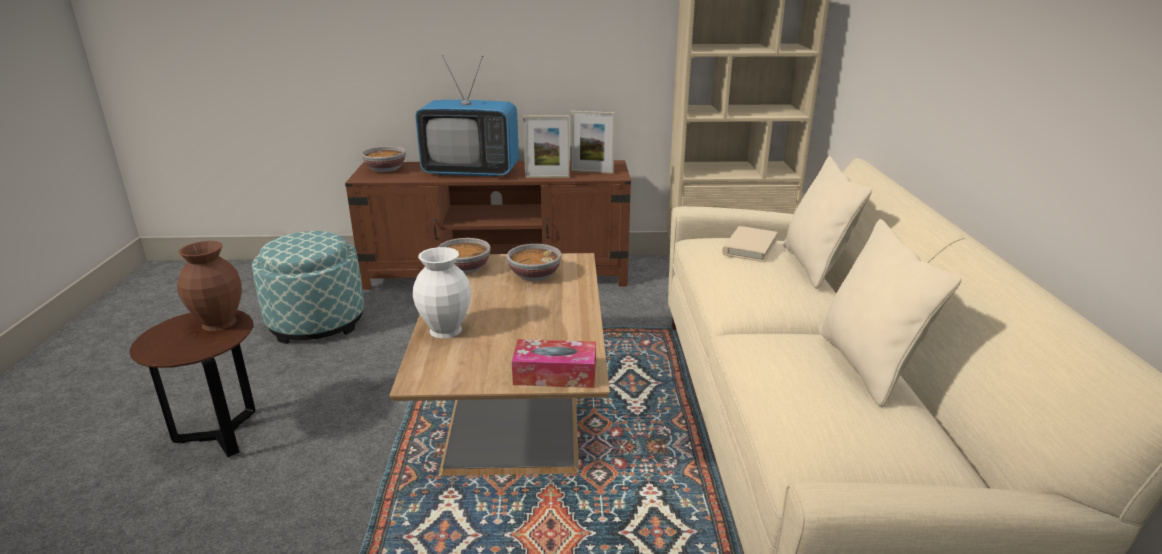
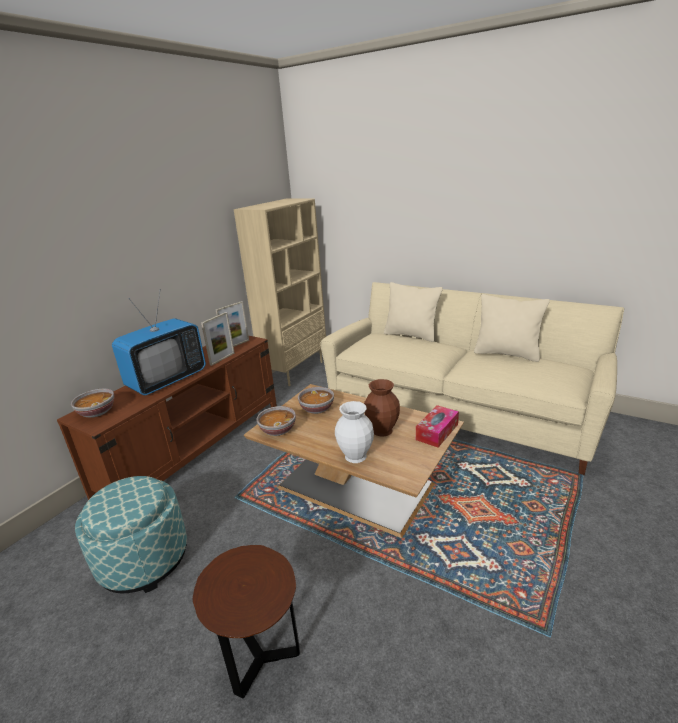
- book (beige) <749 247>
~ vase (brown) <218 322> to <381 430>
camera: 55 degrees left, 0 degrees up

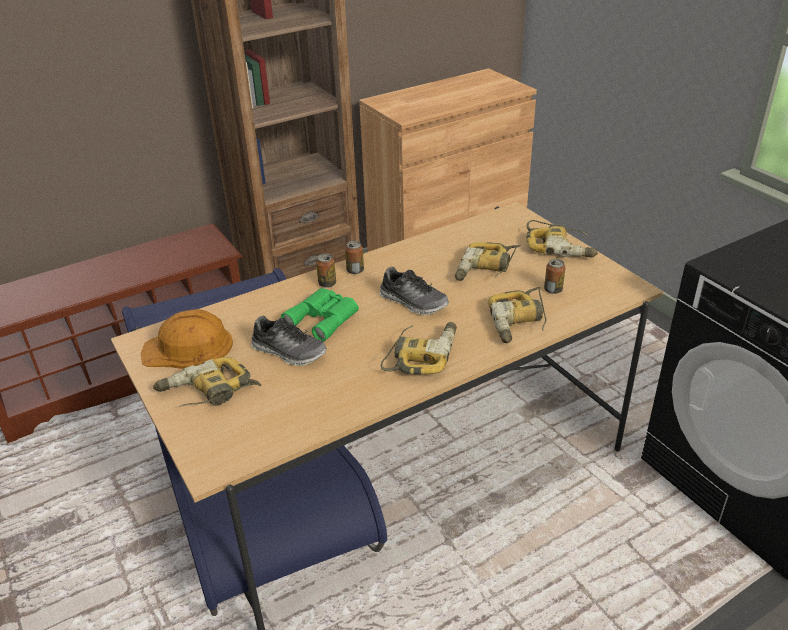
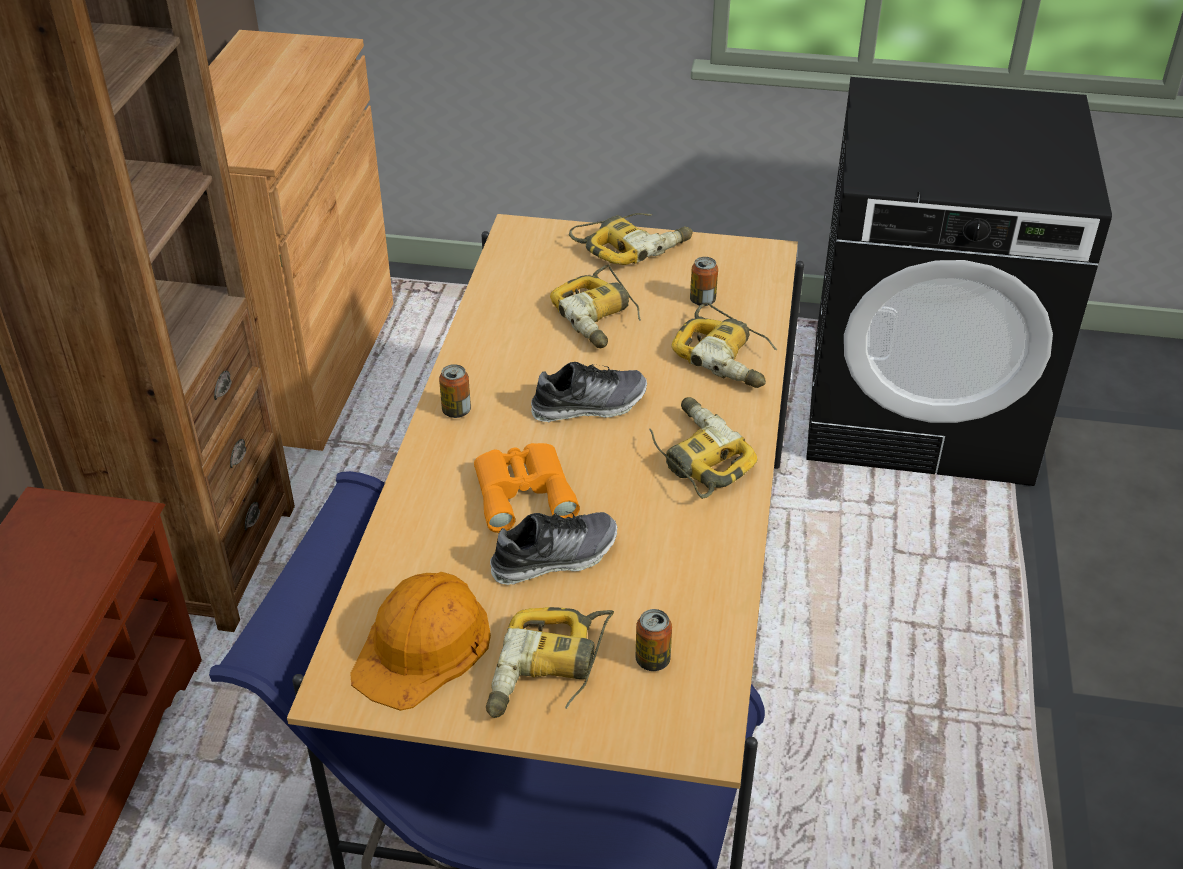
~ can <327 284> to <652 660>
~ binoculars (green) <324 318> to binoculars (orange) <523 491>
camera: 50 degrees left, 5 degrees up

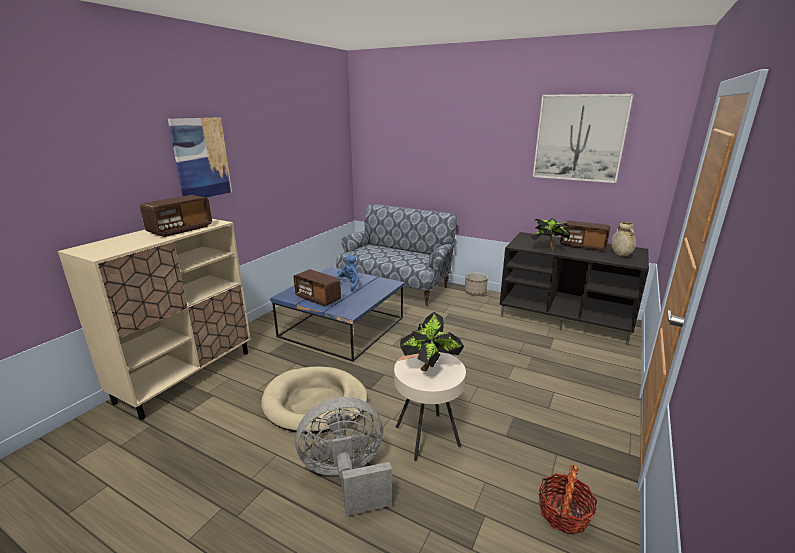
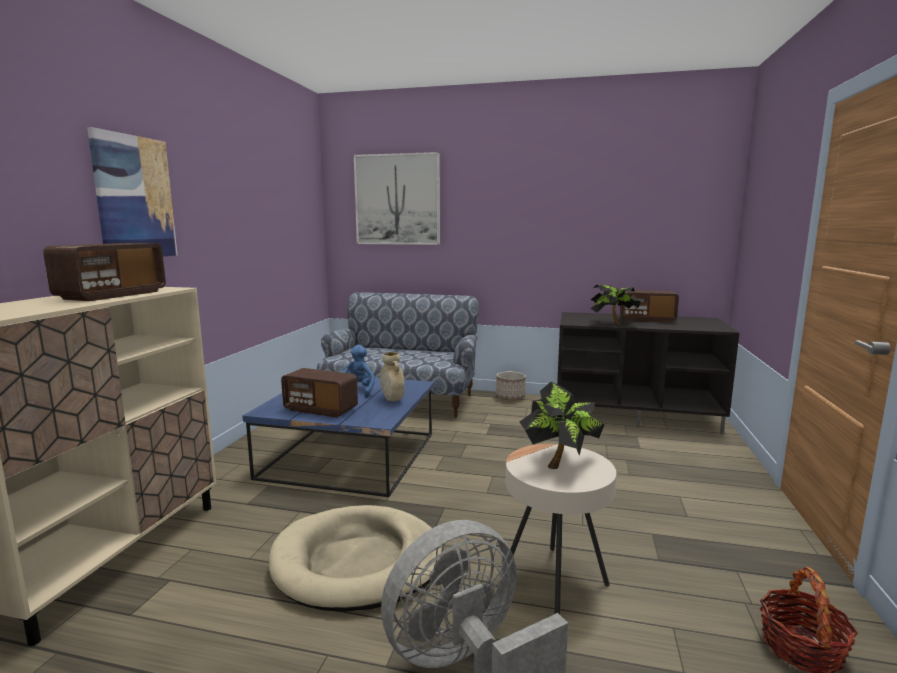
~ picture <579 138> to <397 199>
~ vase (beige) <620 255> to <392 400>
camera: 15 degrees left, 10 degrees down

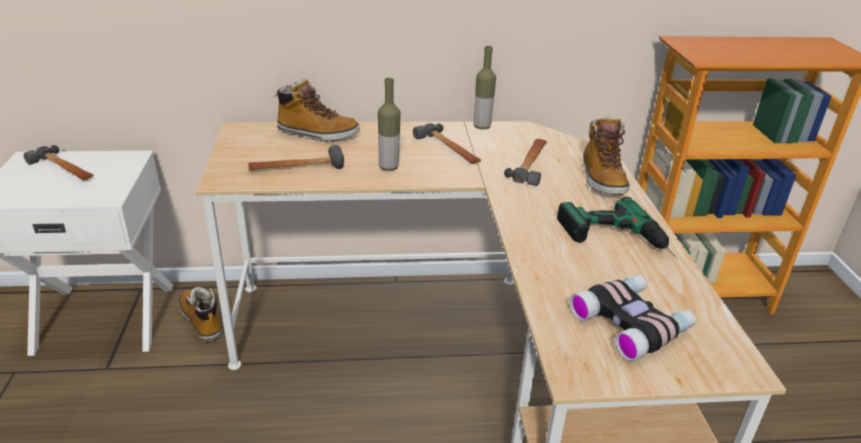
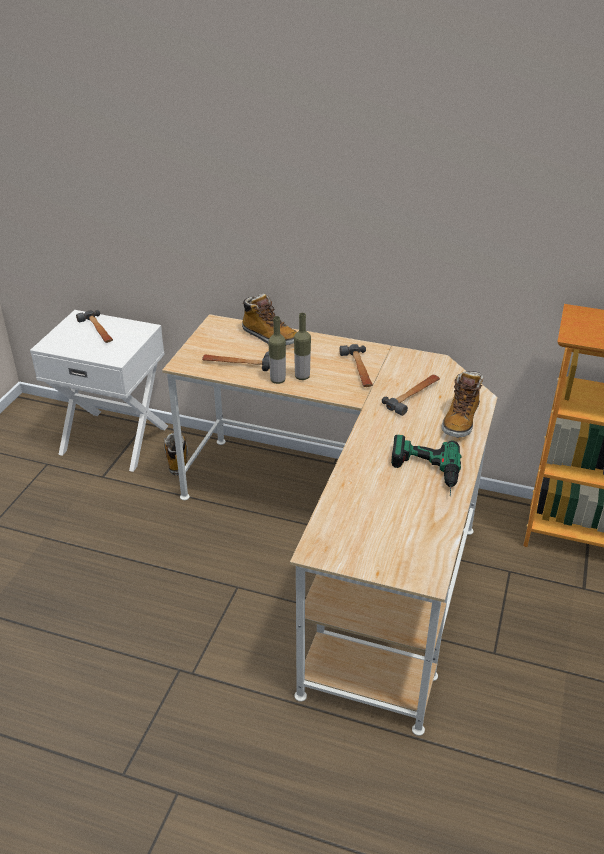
~ bottle <482 127> to <277 380>
- binoculars <632 323>
camera: 25 degrees right, 5 degrees up

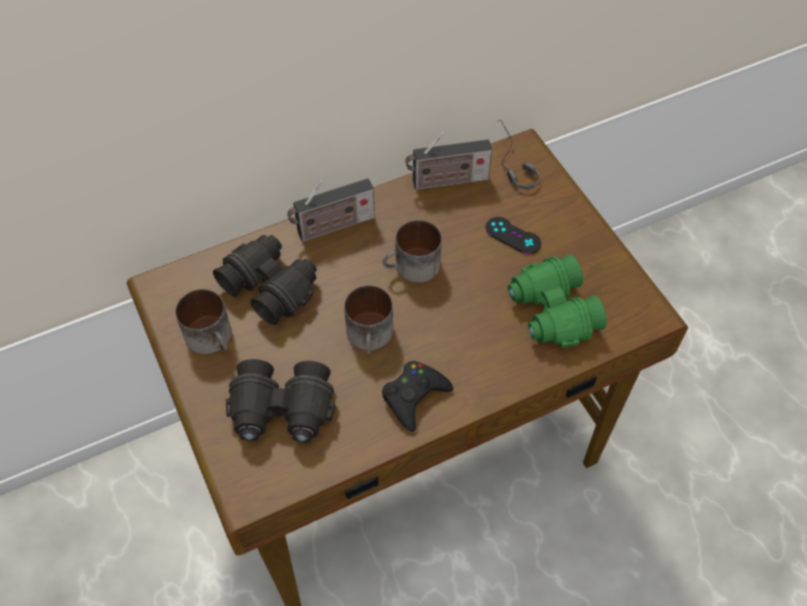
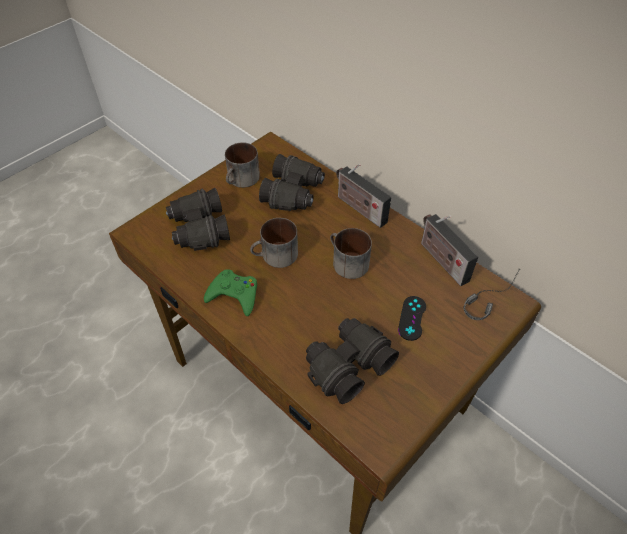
~ binoculars (green) <551 312> to binoculars (black) <347 365>
~ game controller (black) <414 397> to game controller (green) <234 295>
camera: 70 degrees right, 5 degrees down

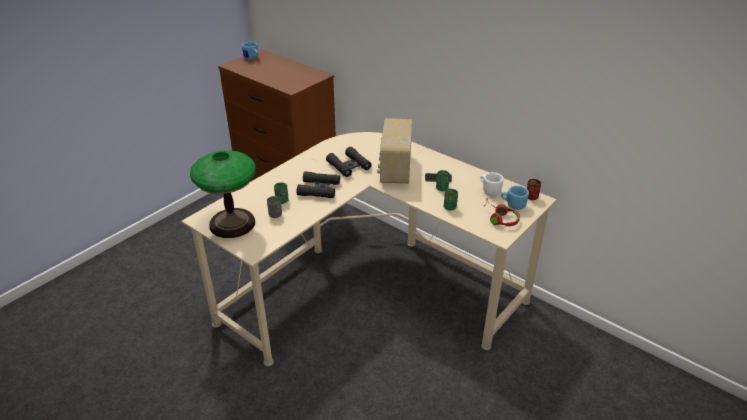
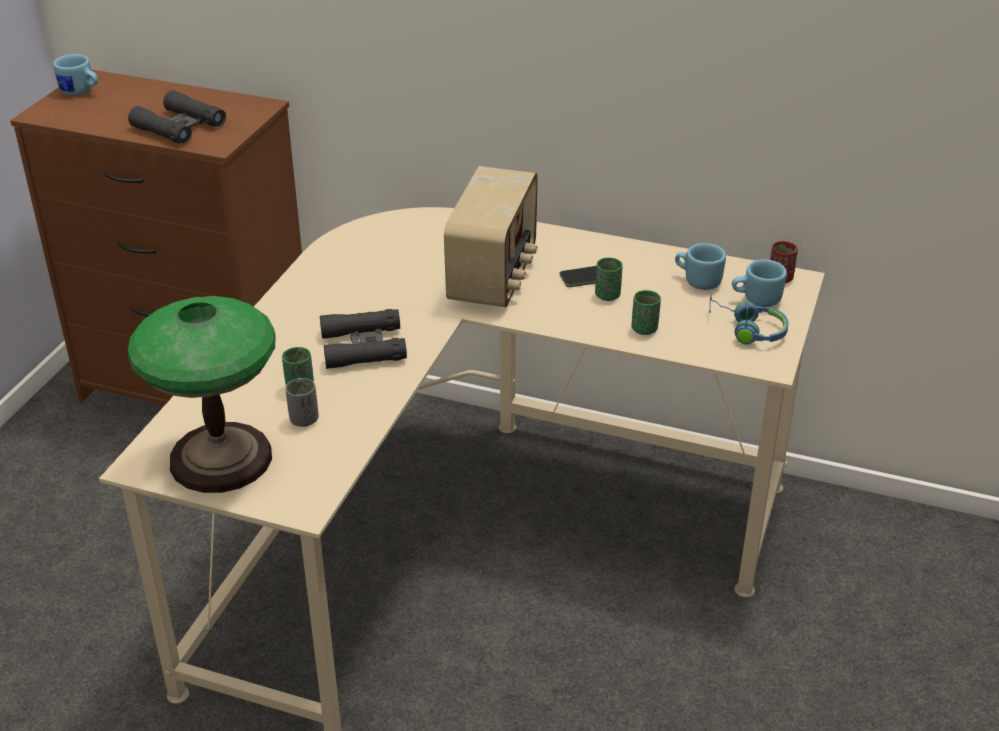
~ radio <394 170> = <494 277> 150 degrees counterclockwise
~ binoculars (black) <348 166> to <179 127>
~ mug (white) <489 190> to mug (blue) <697 281>
~ headphones (red) <499 218> to headphones (blue) <747 330>
camera: 20 degrees left, 0 degrees up

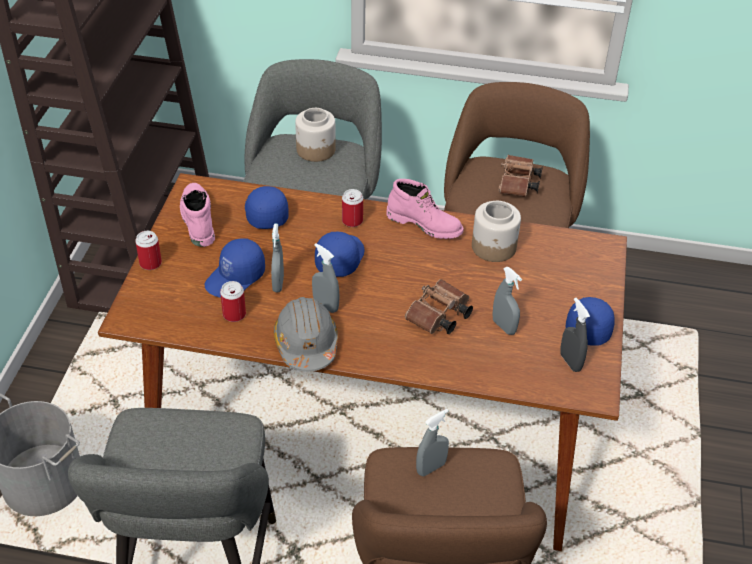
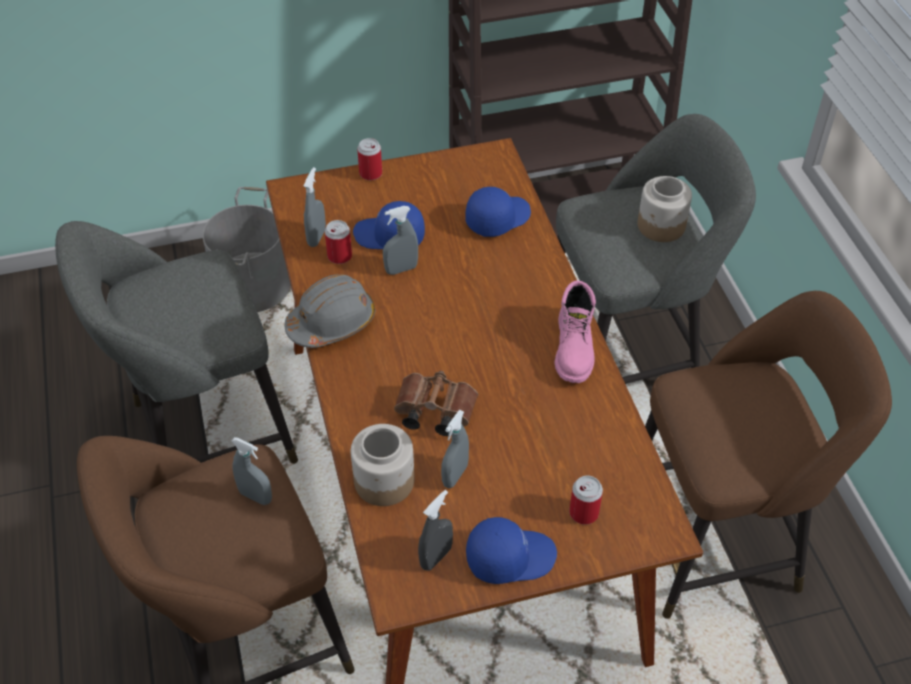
- binoculars (brown) <518 185>
- boot (pink) <197 220>
~ can <352 221> to <583 513>
~ jar <494 247> to <383 482>
- cap (blue) <339 258>
~ spray bottle (grey) <325 305> to <316 237>
camera: 65 degrees right, 5 degrees up

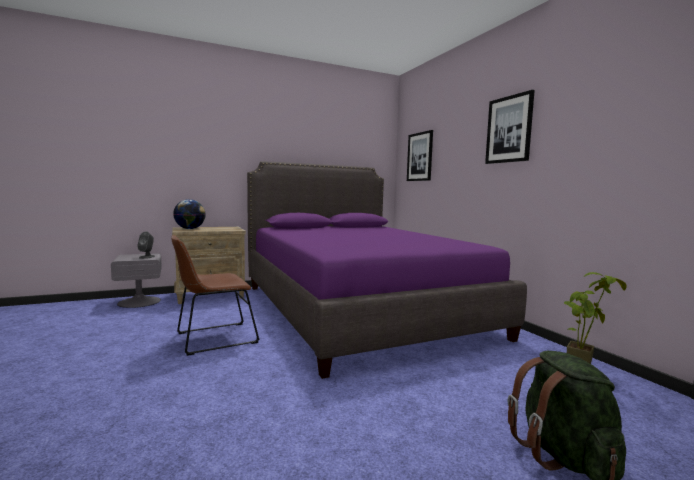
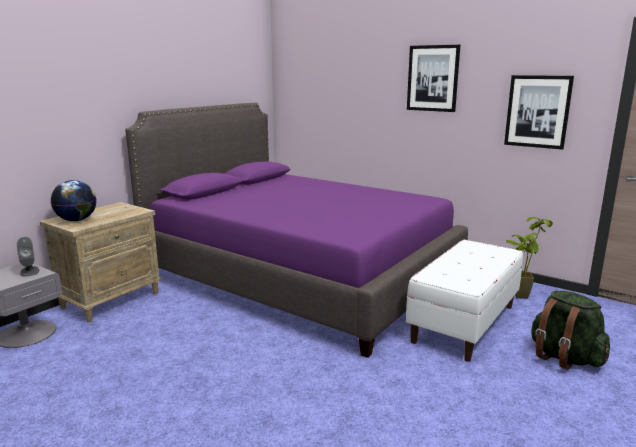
~ picture <420 157> to <537 111>
- chair (brown) <213 338>
+ bench (white) <464 323>
camera: 30 degrees left, 10 degrees up

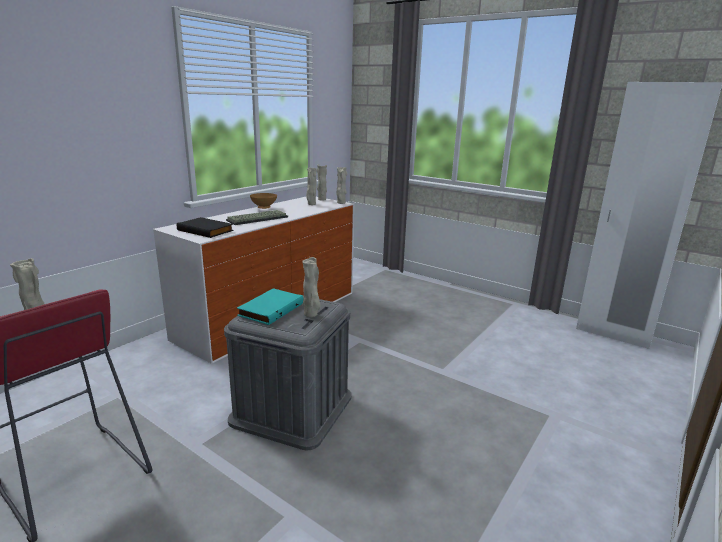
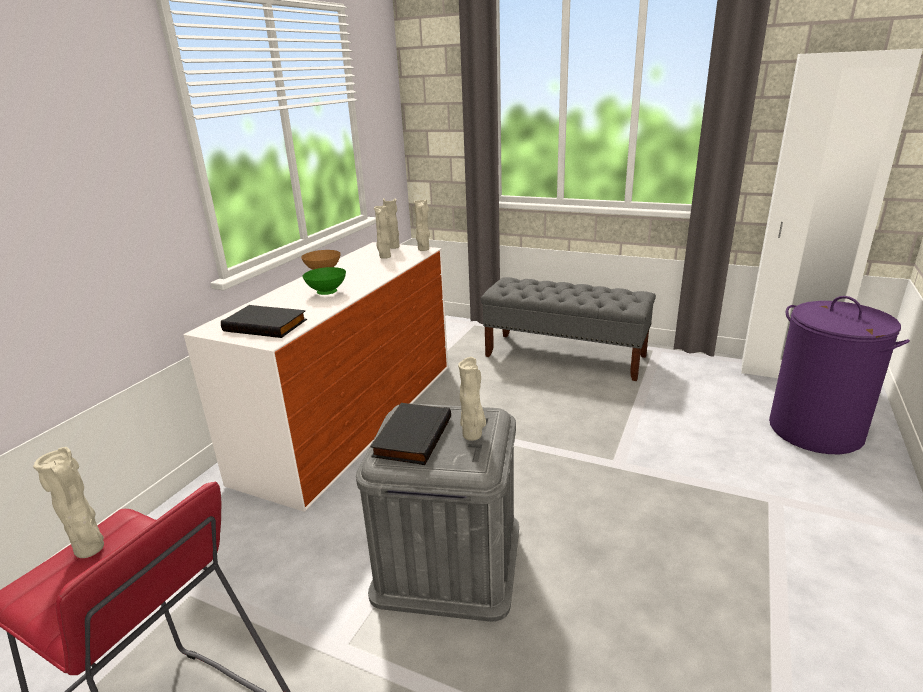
~ keyboard <257 218> to bowl (green) <327 292>
~ book (turquoise) <270 309> to book (black) <411 436>
+ bench (grey) <565 356>
+ laundry basket (purple) <815 430>
camera: 10 degrees left, 5 degrees up

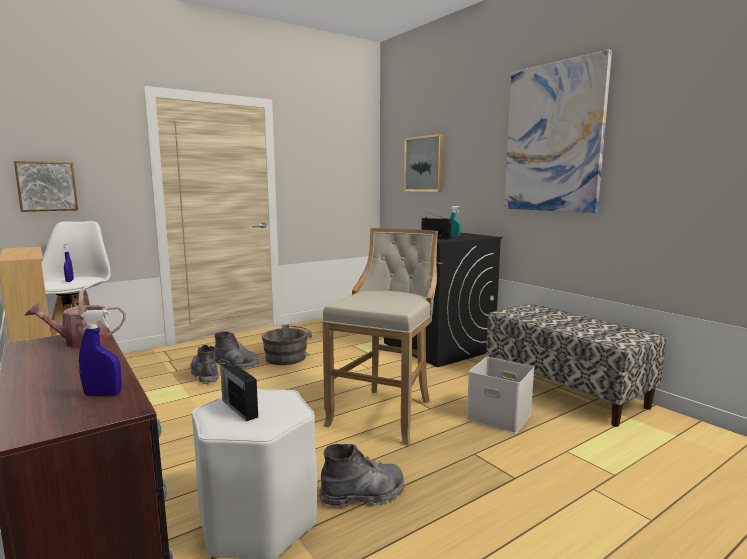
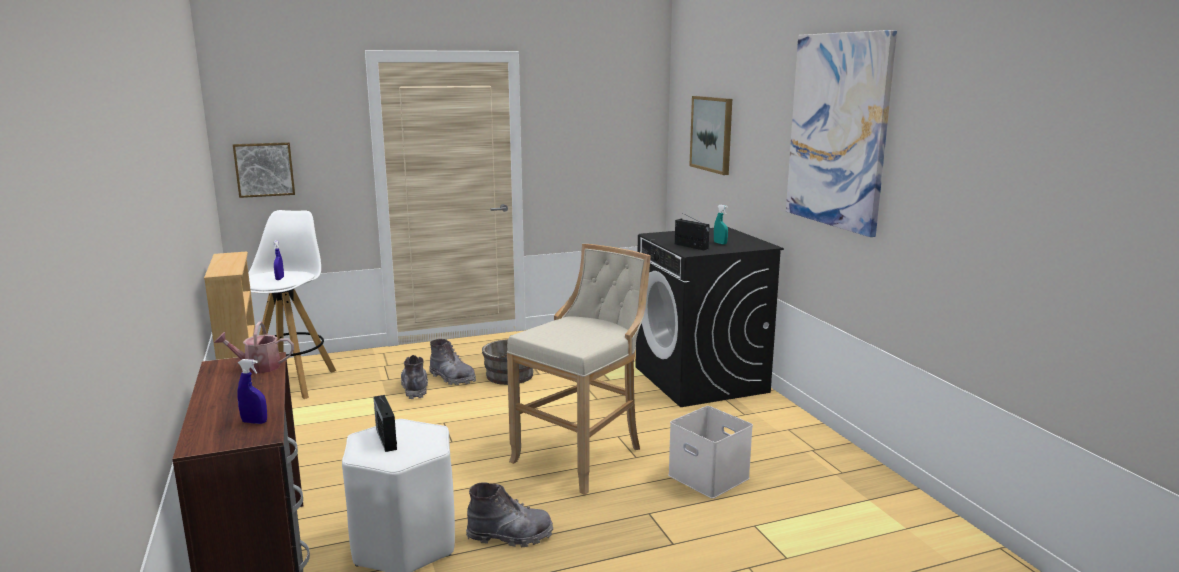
- bench <565 390>
camera: 15 degrees right, 5 degrees up

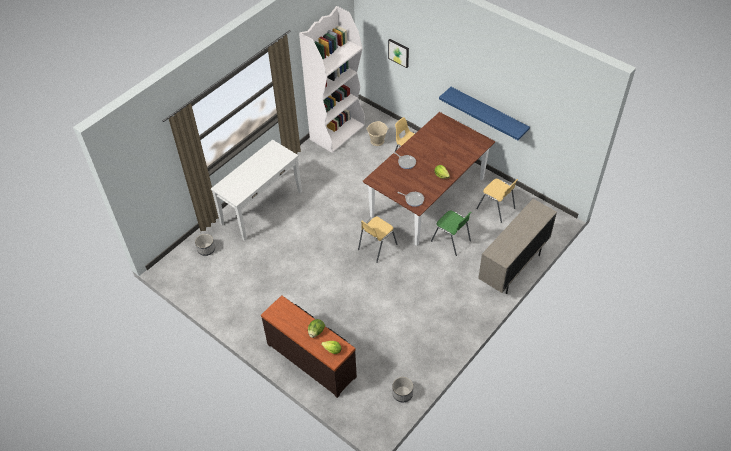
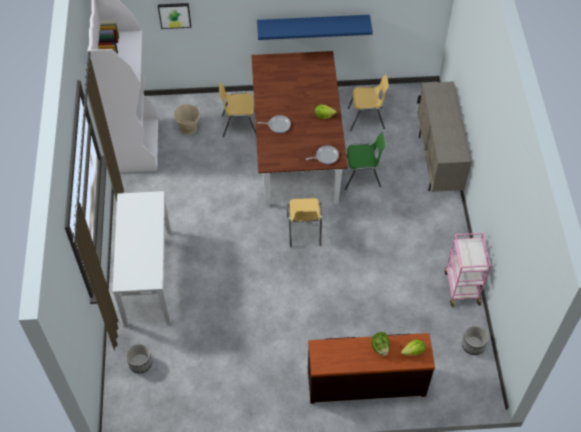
+ cart (pink) <461 287>
camera: 45 degrees left, 5 degrees up

